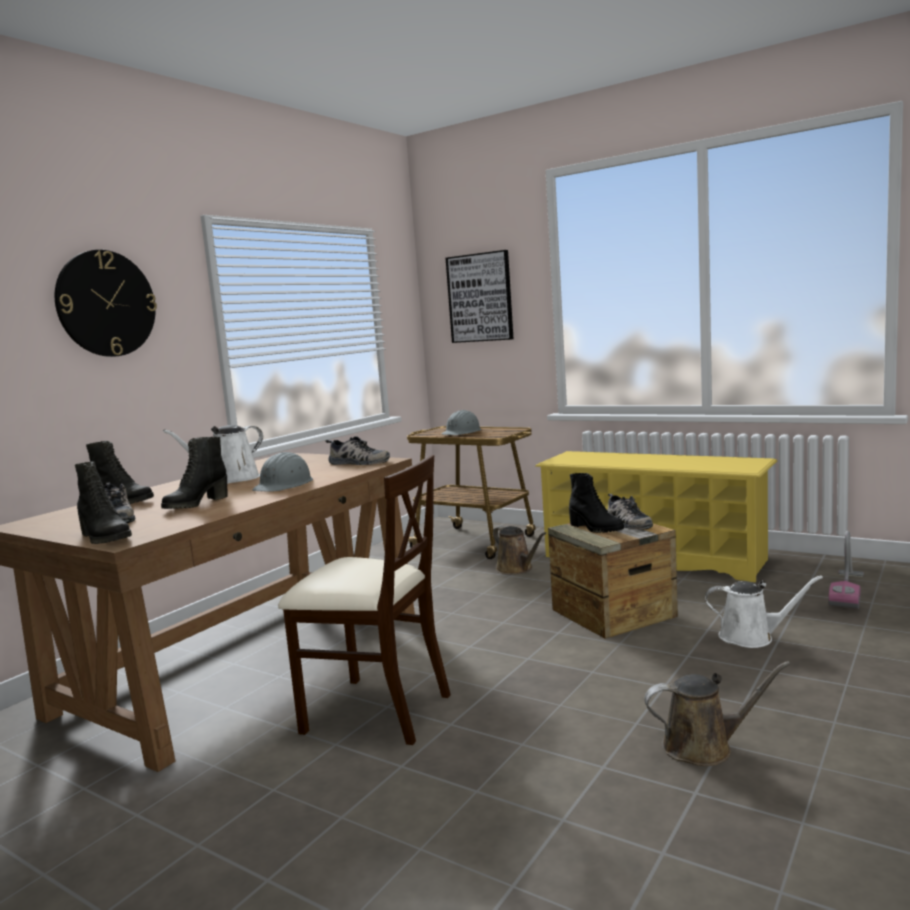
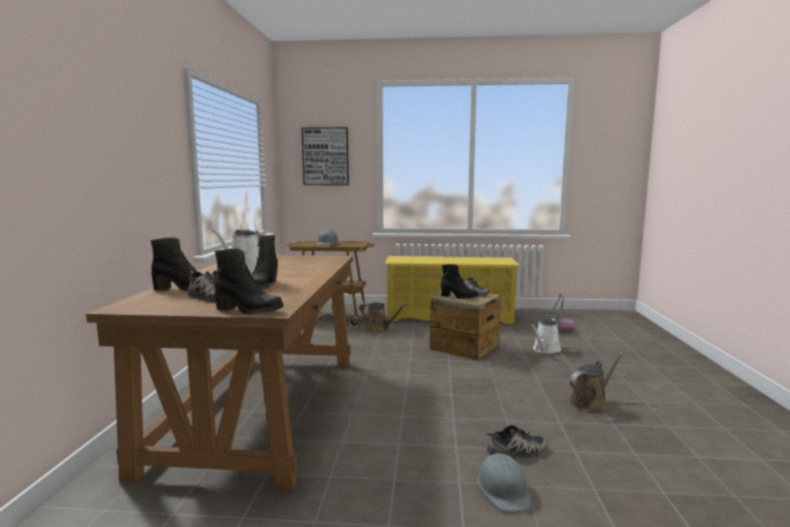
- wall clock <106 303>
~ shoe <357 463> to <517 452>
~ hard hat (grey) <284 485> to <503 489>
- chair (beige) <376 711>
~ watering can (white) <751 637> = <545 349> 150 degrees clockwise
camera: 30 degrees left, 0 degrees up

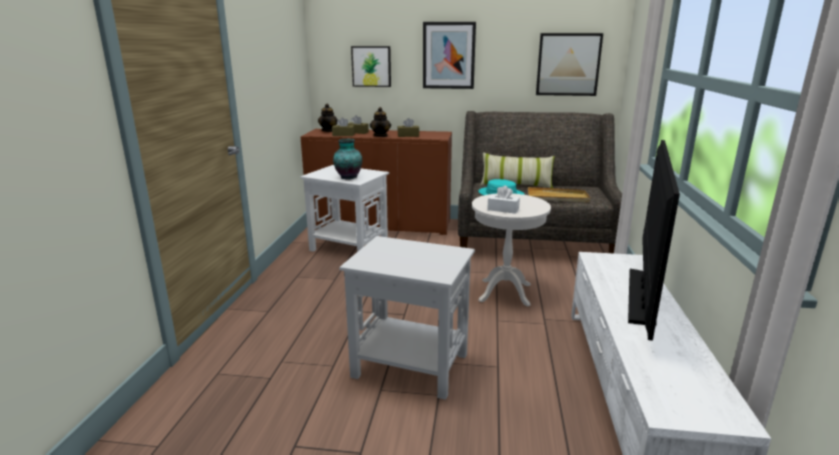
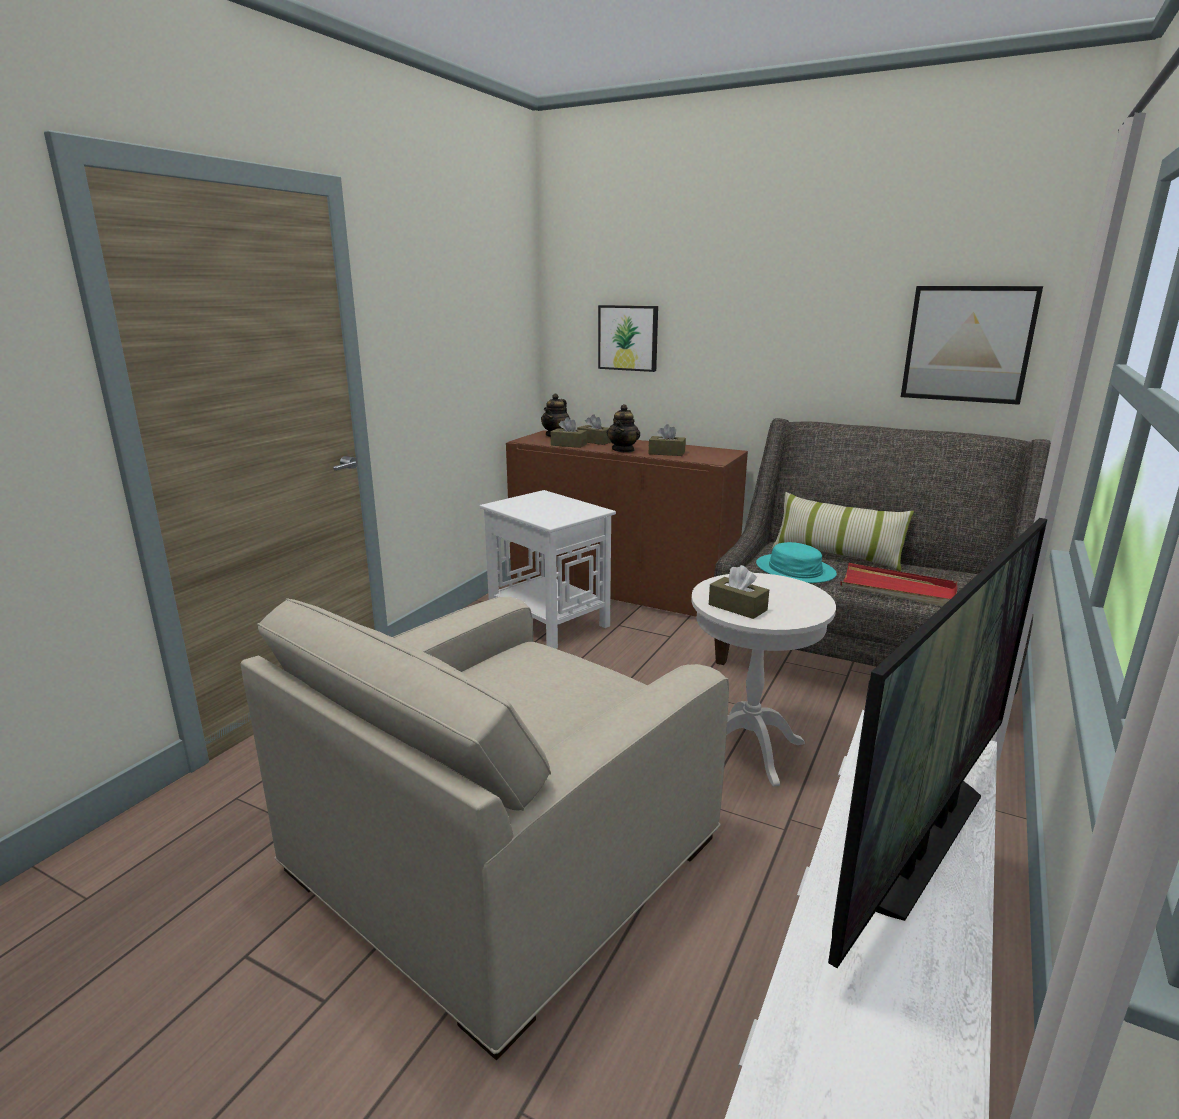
- picture <448 55>
- vase <348 177>
~ tissue box (white) <503 209> to tissue box (brown) <737 607>
~ tray (beige) <558 197> to tray (red) <898 589>
~ side table (white) <409 365> to armchair (beige) <503 854>
camera: 20 degrees right, 0 degrees up

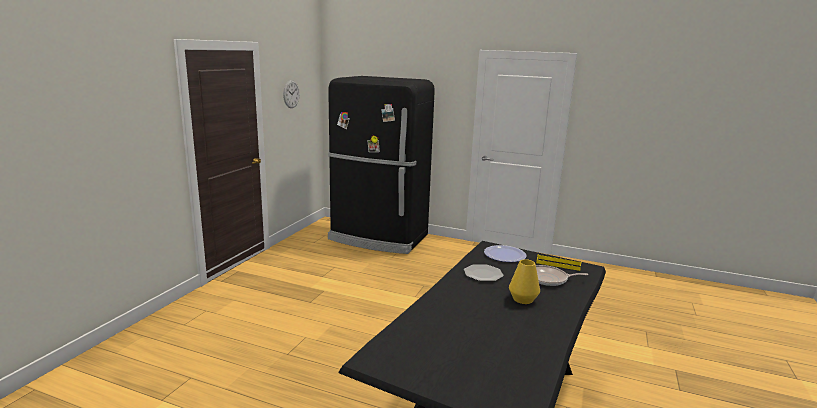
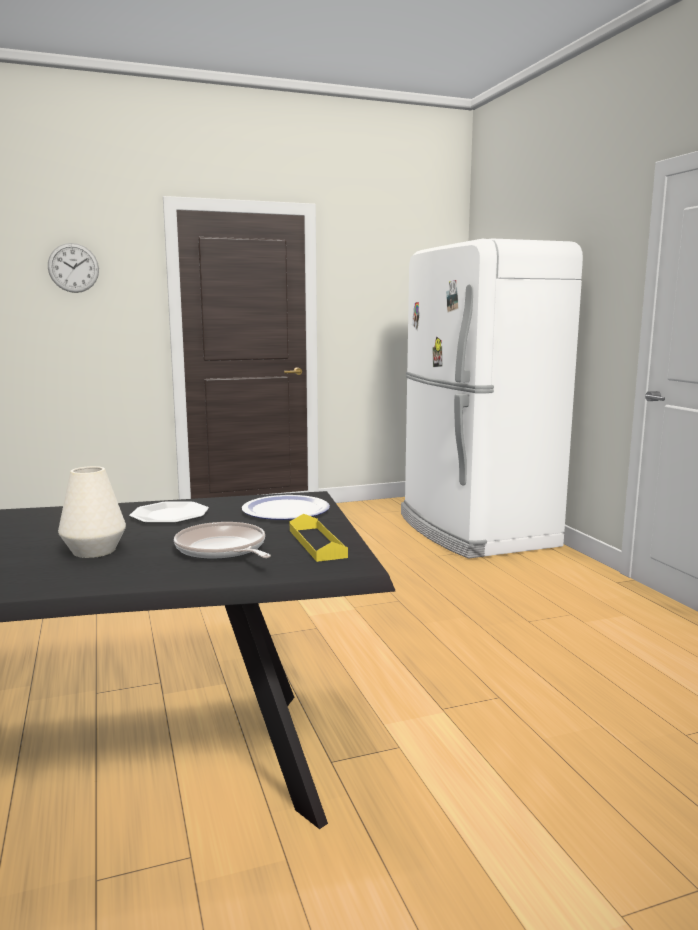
~ fridge (black) <378 238> to fridge (white) <473 531>
~ wall clock <291 94> to <73 268>
~ vase (yellow) <523 299> to vase (white) <94 551>
camera: 50 degrees right, 5 degrees down

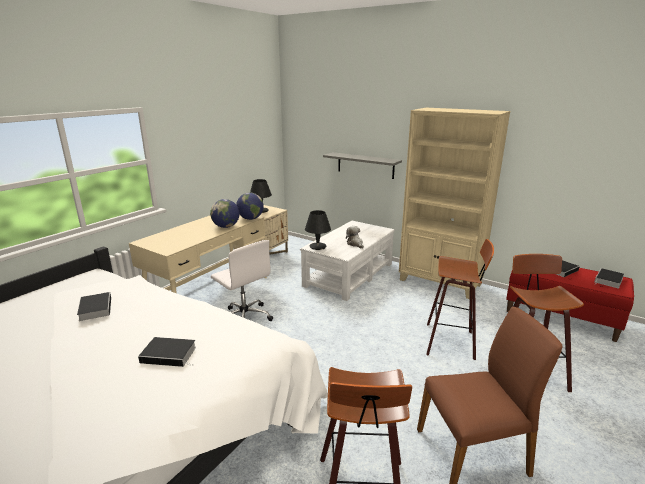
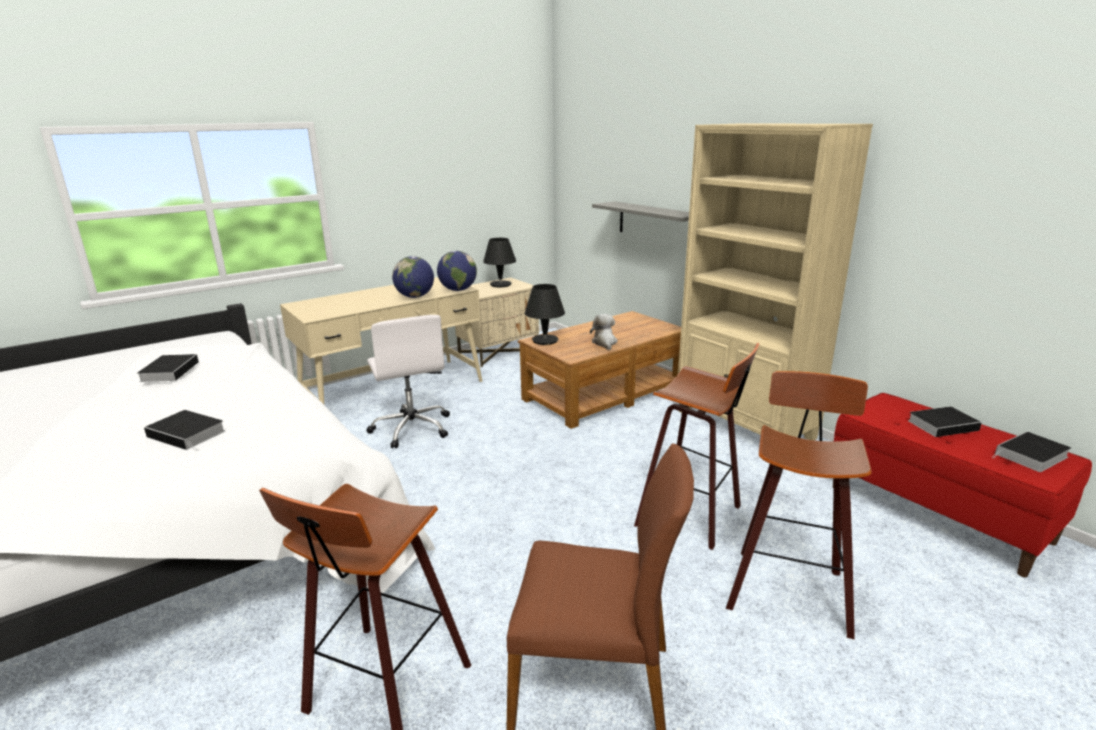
~ coffee table (white) <348 274> to coffee table (brown) <602 393>
camera: 20 degrees right, 0 degrees up

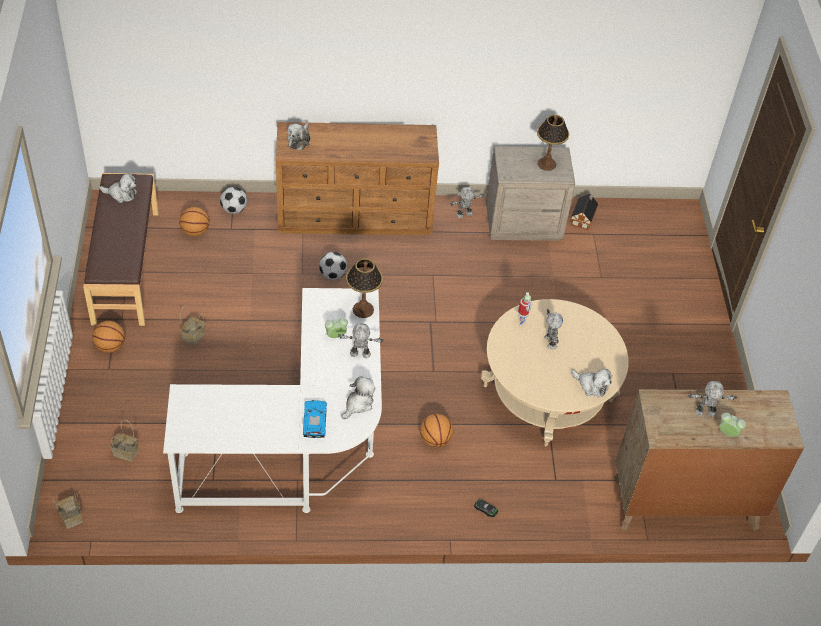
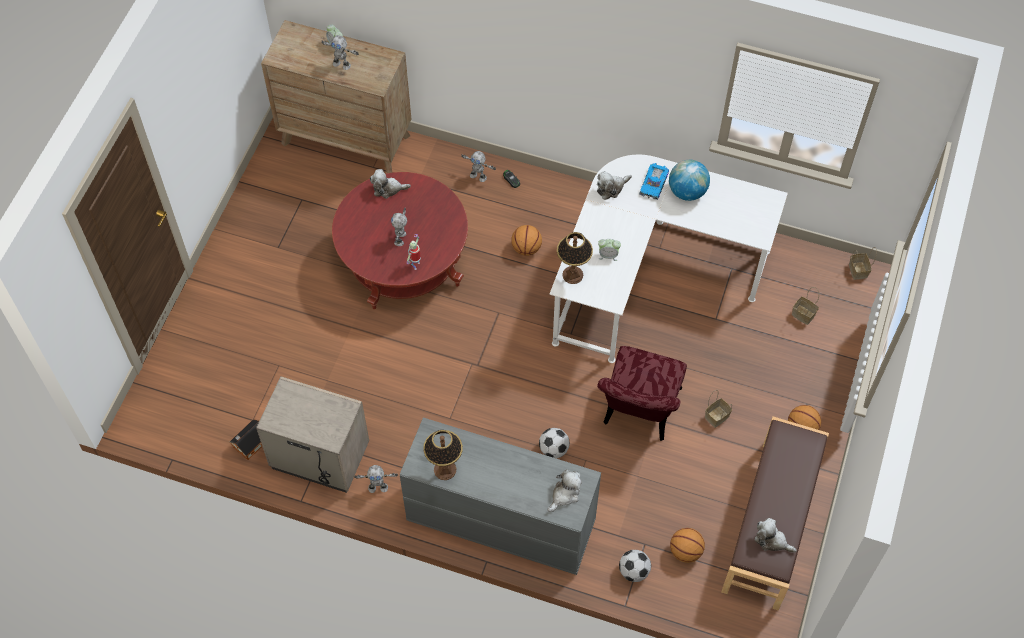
~ table lamp <547 164> to <444 469>
~ dresser (brown) <356 216> to dresser (grey) <499 520>
~ coffee table (beige) <548 393> to coffee table (red) <403 261>
~ toy robot <360 354> to <478 176>
~ plush toy <591 386> = <388 189> 60 degrees counterclockwise
+ globe <687 191>
+ chair (red) <639 413>
camera: 155 degrees left, 10 degrees up

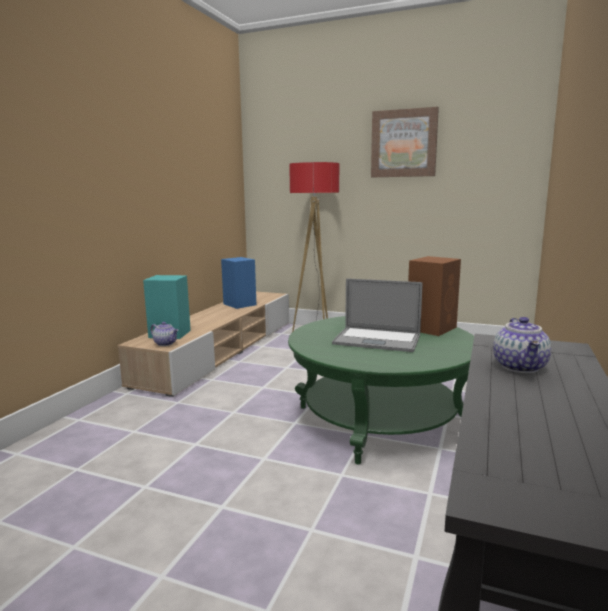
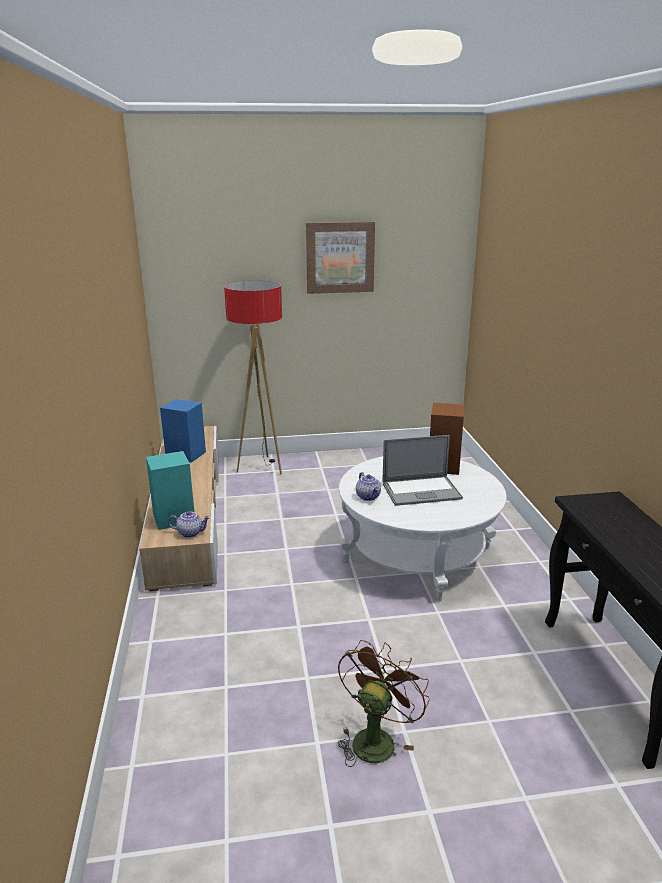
~ coffee table (green) <380 420> to coffee table (white) <417 554>
~ teapot <521 367> to <368 497>
+ fan (brown) <376 738>
camera: 30 degrees left, 10 degrees up

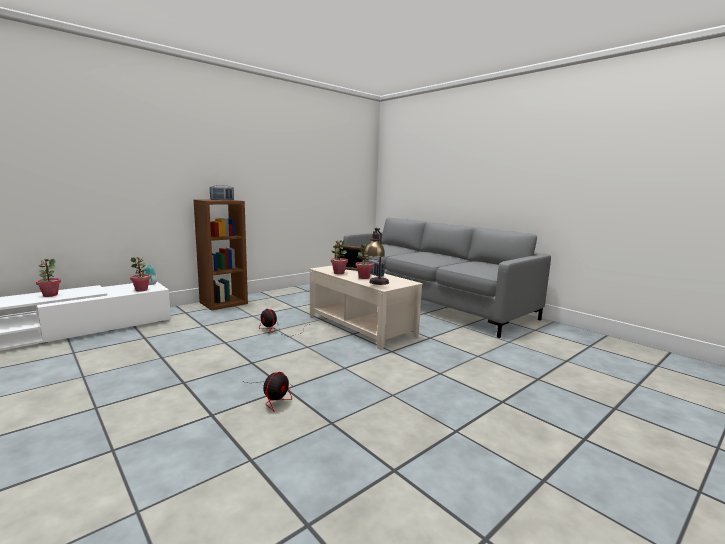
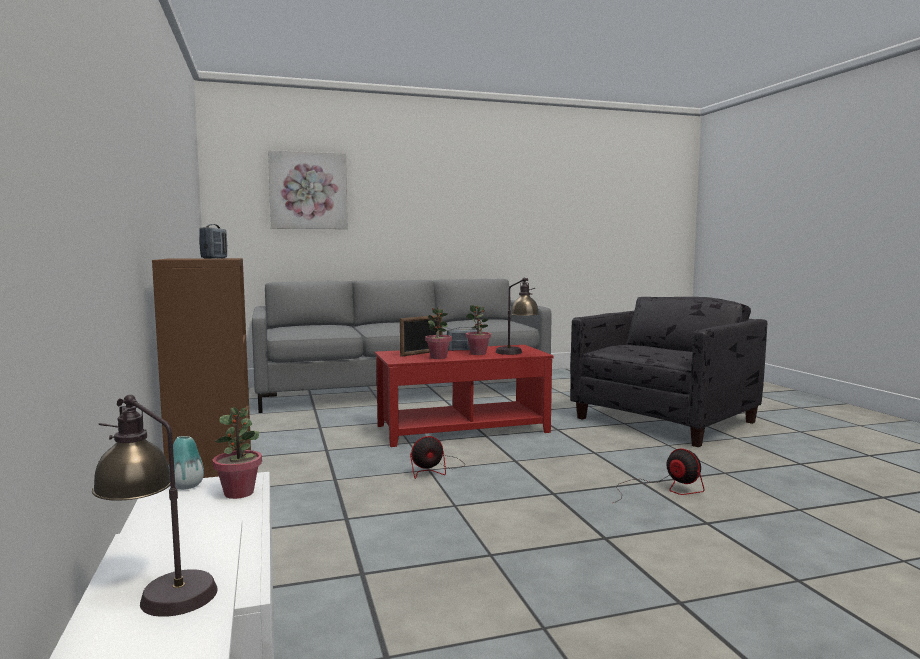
~ potted plant <50 295> to table lamp <158 590>
~ coffee table (beige) <361 326> to coffee table (red) <462 429>
+ picture <308 191>
+ armchair (grey) <664 420>
camera: 65 degrees left, 5 degrees down

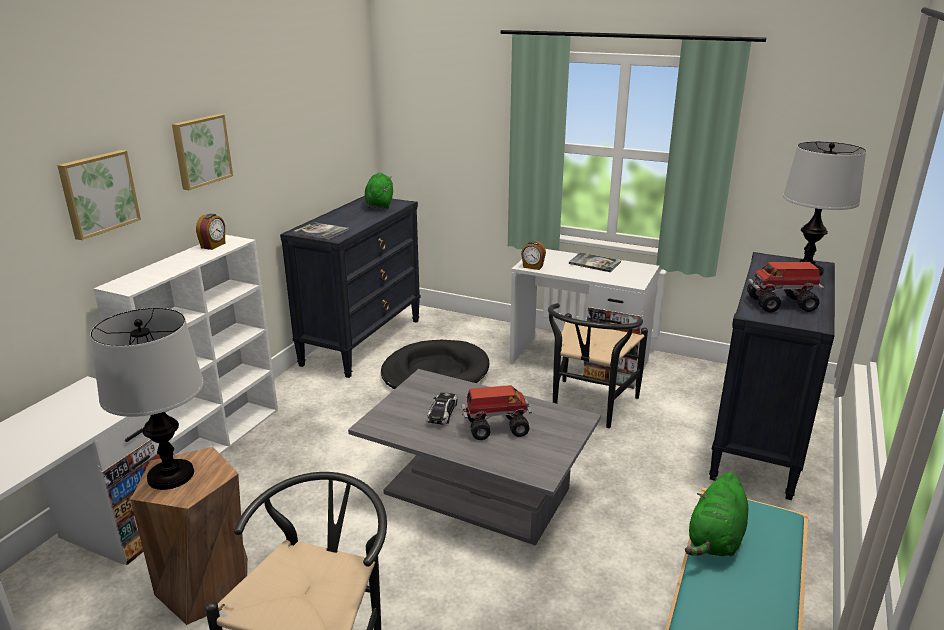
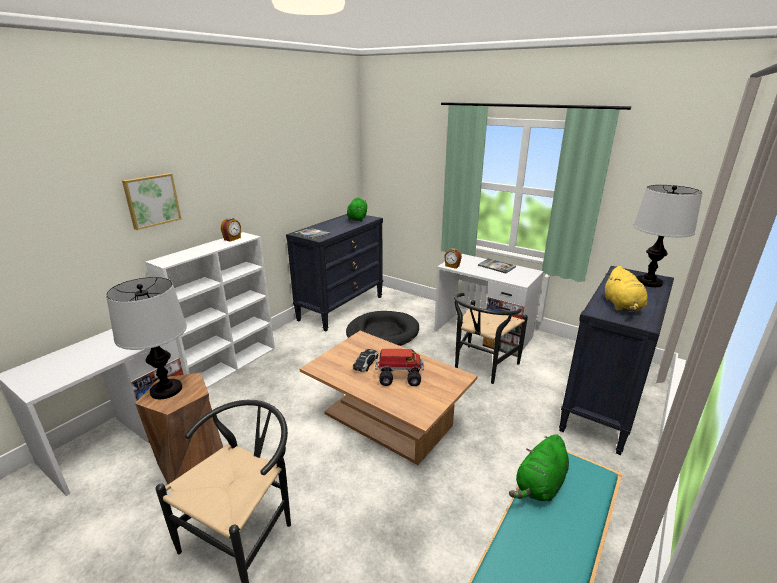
- picture <201 151>
~ toy truck <782 304> to plush toy (yellow) <622 306>
~ coffee table (grey) <476 491> to coffee table (brown) <387 419>
camera: 10 degrees right, 0 degrees up

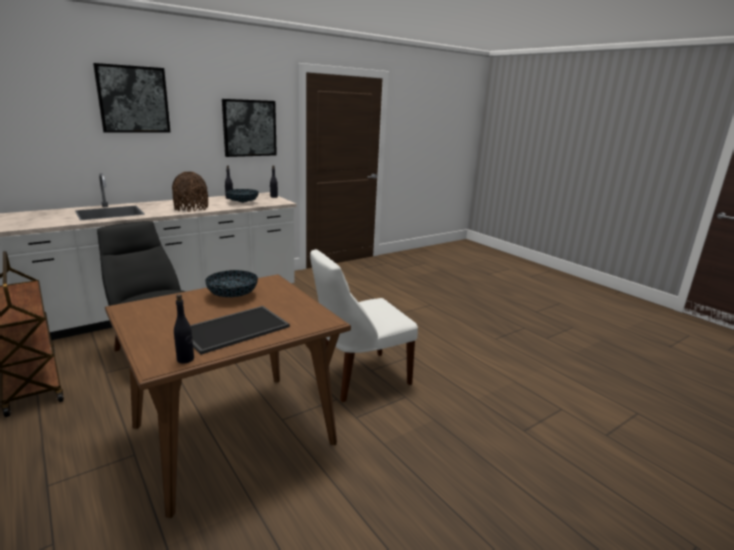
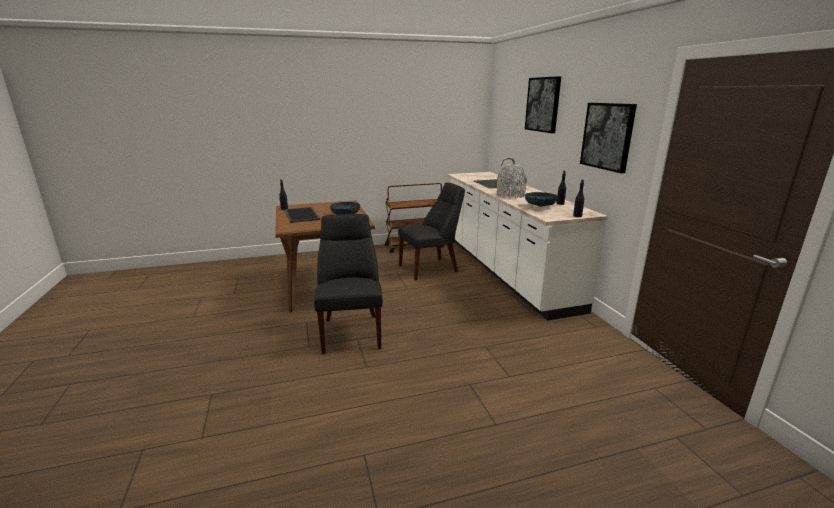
~ vase (brown) <191 208> to vase (grey) <510 195>
~ chair (white) <358 377> to chair (black) <351 331>
camera: 110 degrees right, 0 degrees up

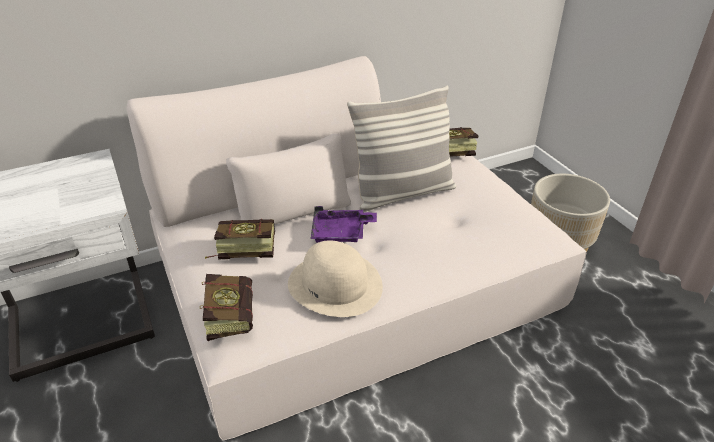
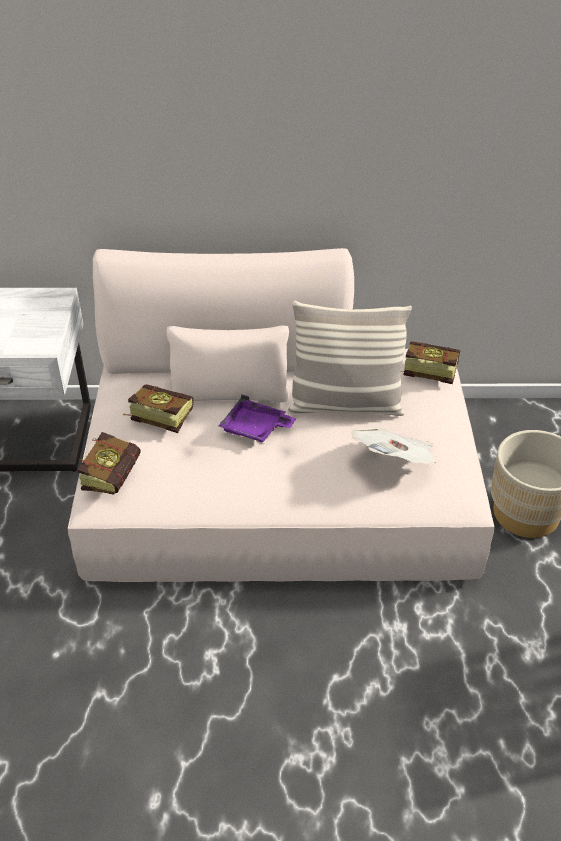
- hat (beige) <335 284>
+ newspaper <396 462>
camera: 25 degrees right, 5 degrees up

